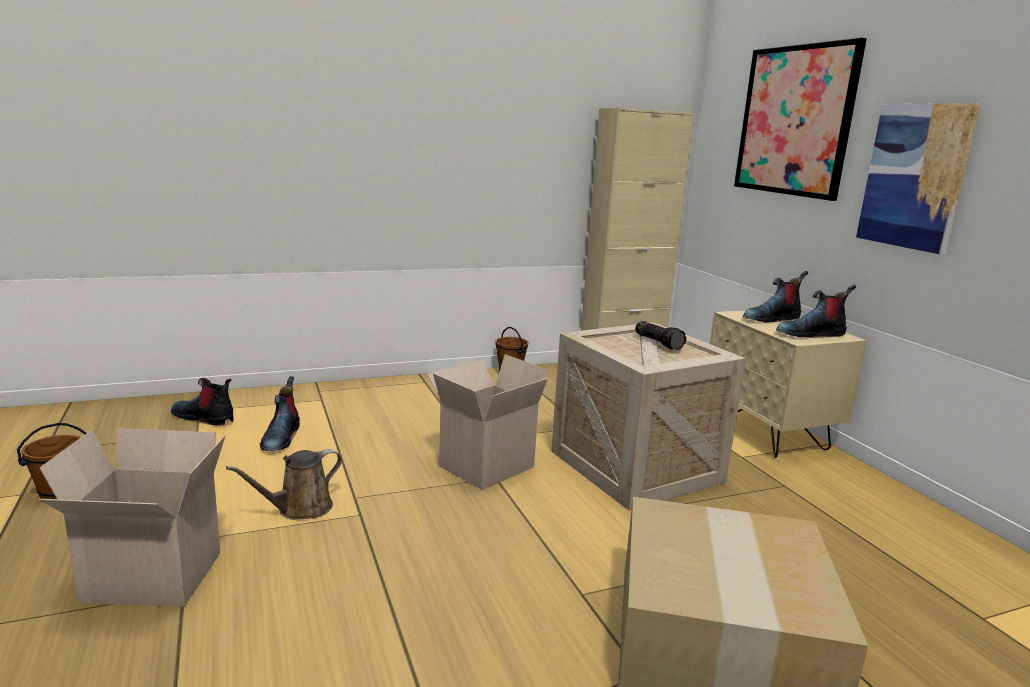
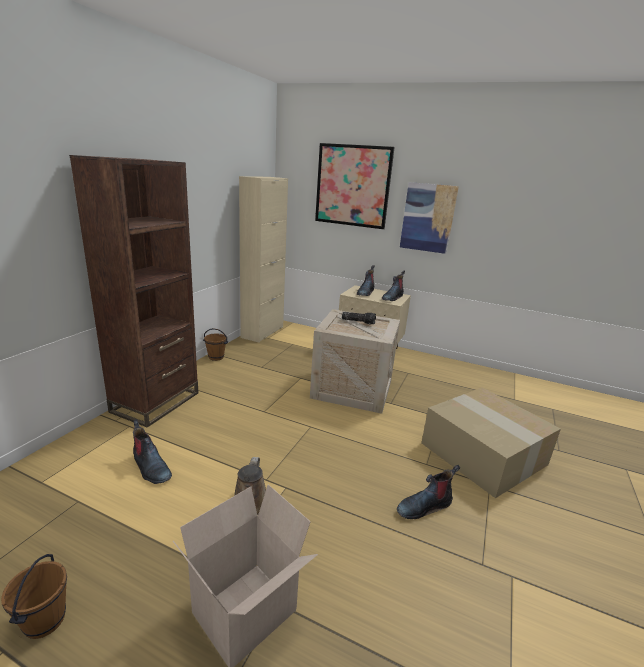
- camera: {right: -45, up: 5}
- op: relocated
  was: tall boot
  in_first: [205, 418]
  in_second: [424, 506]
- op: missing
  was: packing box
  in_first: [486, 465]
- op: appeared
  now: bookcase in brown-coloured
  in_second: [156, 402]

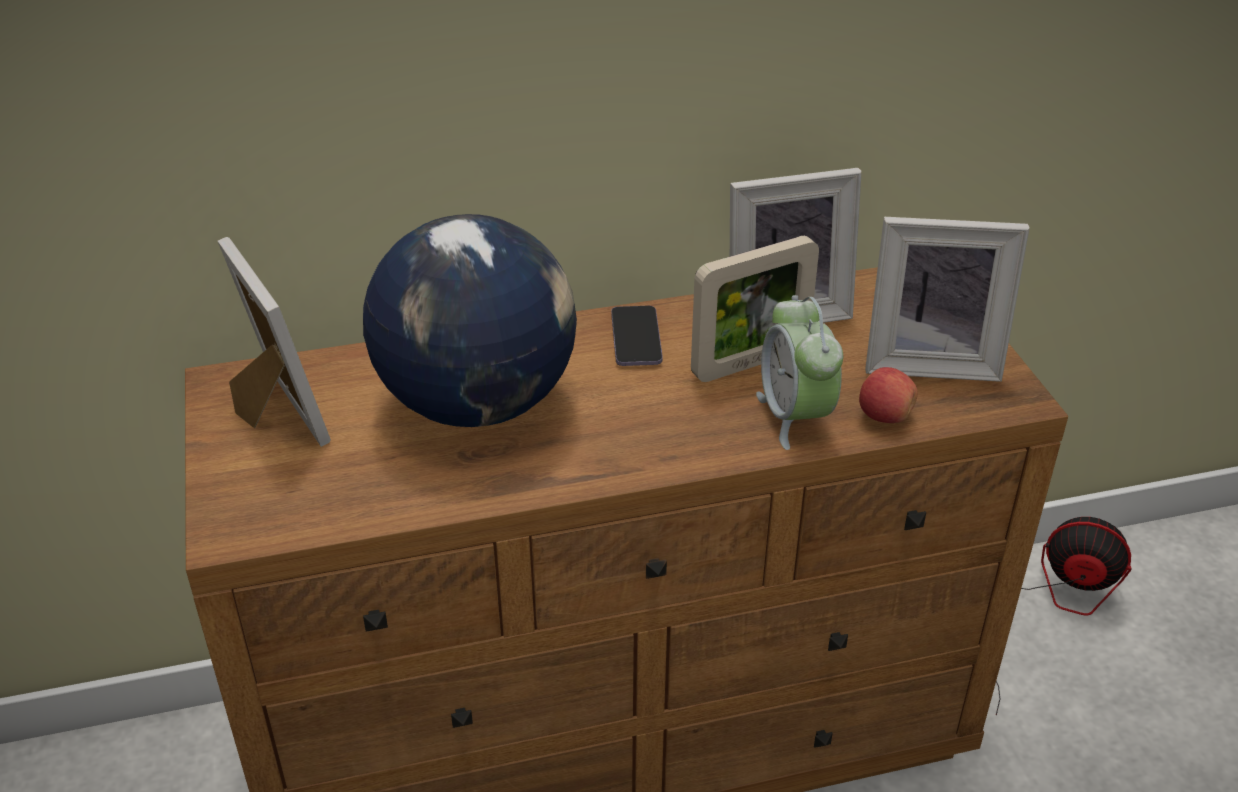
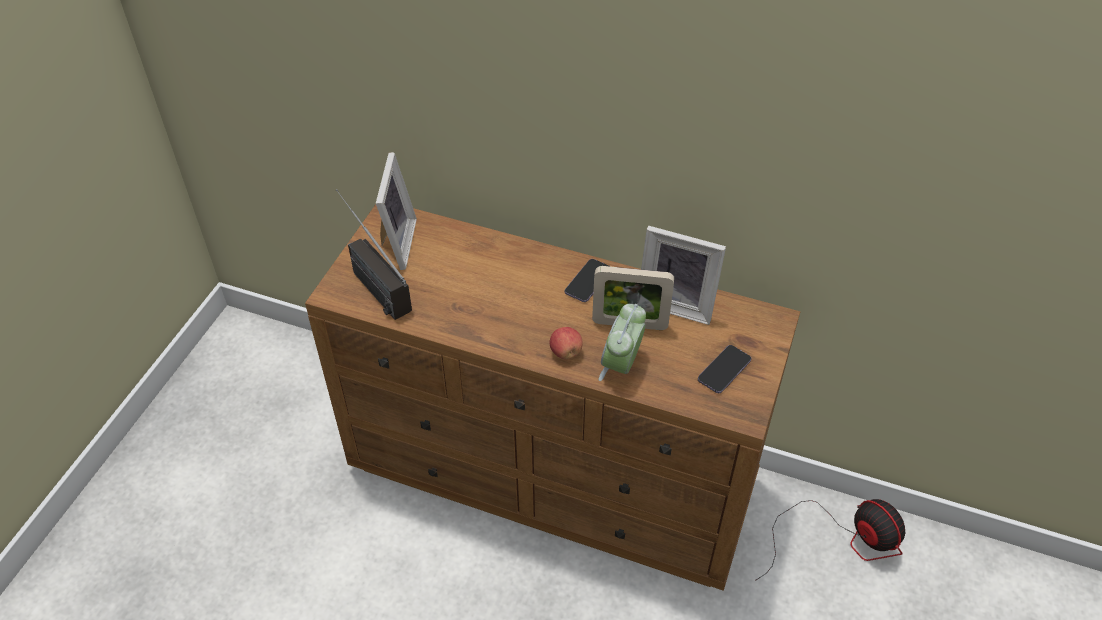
- camera: {right: 35, up: 10}
- op: missing
  was: globe
  in_first: [479, 403]
- op: relocated
  was: whole apple
  in_first: [884, 416]
  in_second: [565, 352]
- op: exchanged
  was: standing frame
  now: phone
  in_first: [930, 361]
  in_second: [724, 370]
- op: appeared
  now: radio receiver
  in_second: [369, 280]

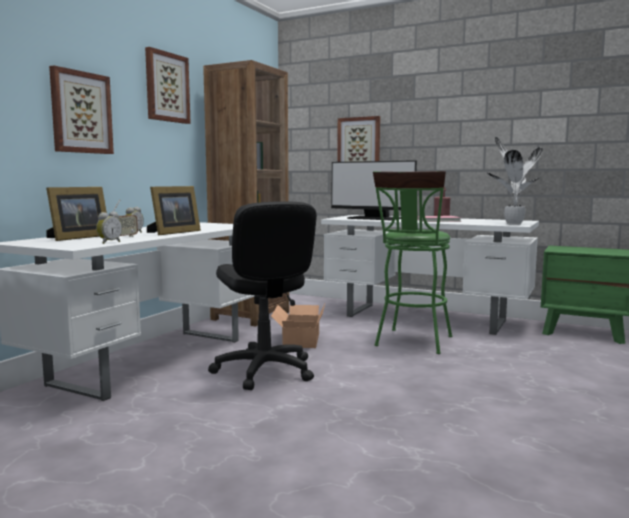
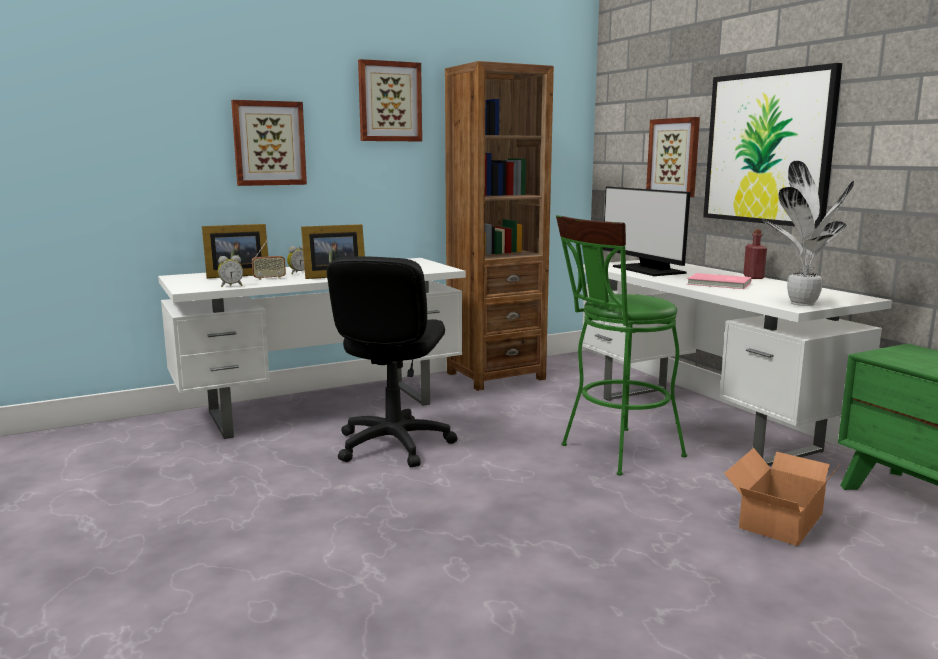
- camera: {right: 35, up: 5}
- op: relocated
  was: packing box
  in_first: [299, 340]
  in_second: [776, 520]
- op: appeared
  now: wall picture
  in_second: [768, 148]

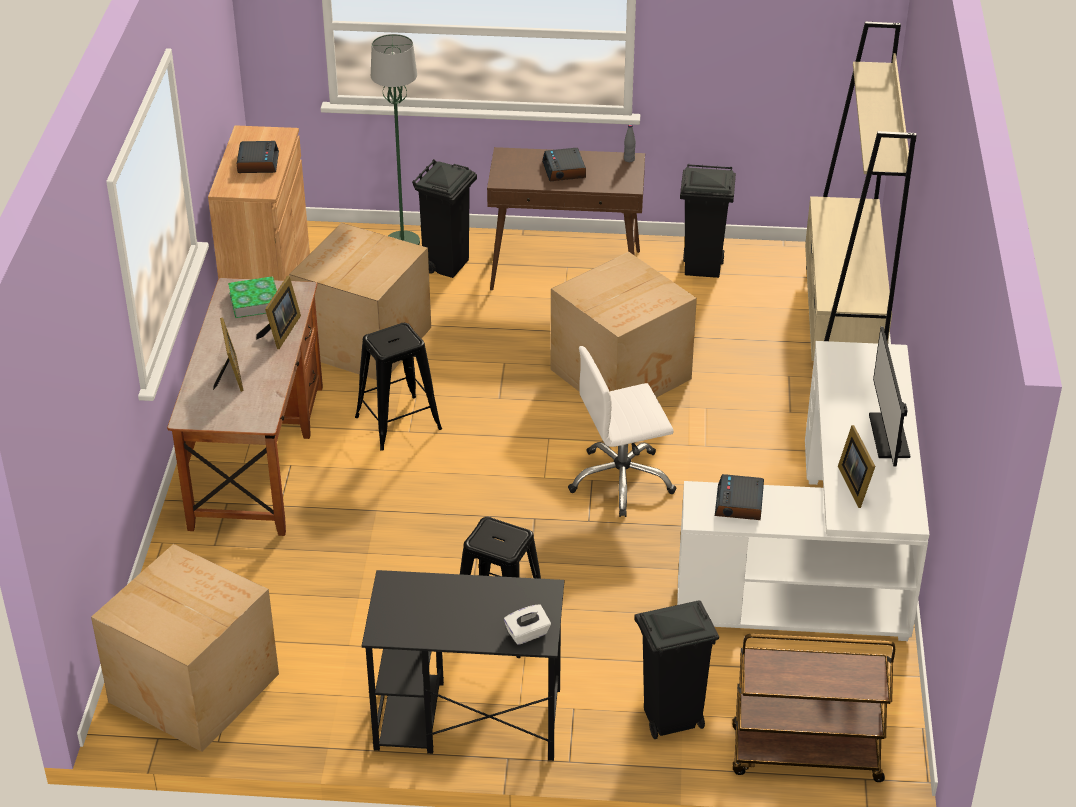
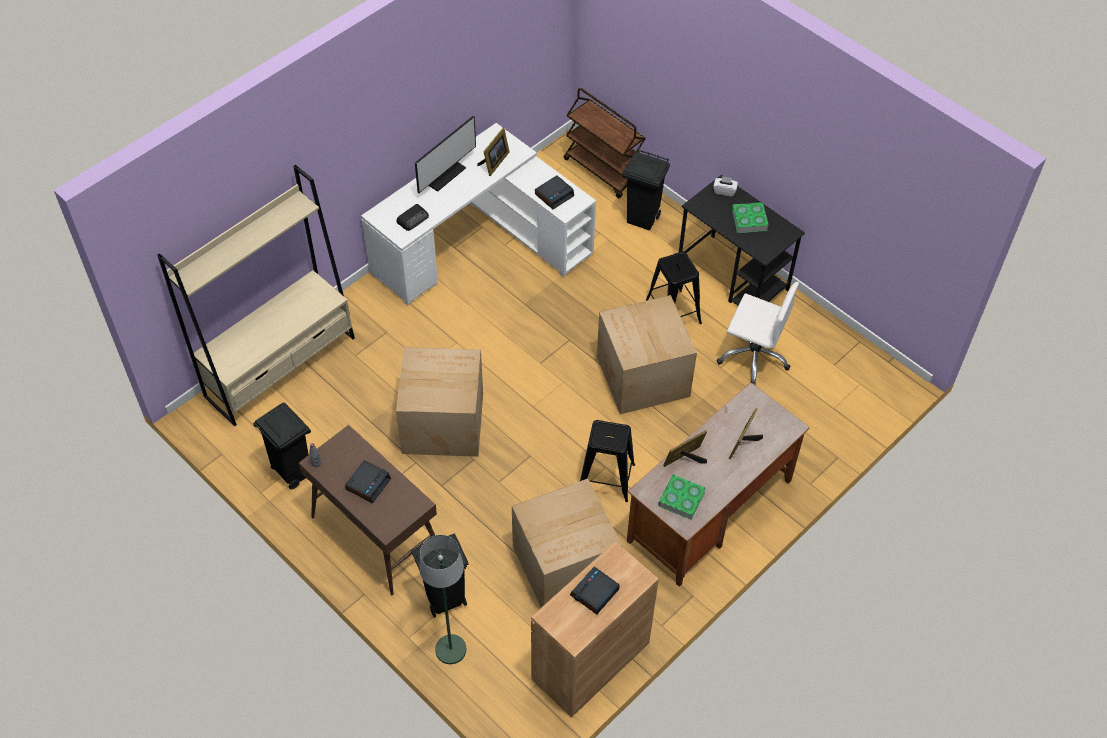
- camera: {right: -140, up: 15}
- op: relocated
  was: packing box
  in_first: [194, 686]
  in_second: [642, 377]
- op: relocated
  was: computer chair in white
  in_first: [621, 481]
  in_second: [753, 356]
- op: appeared
  now: radio receiver
  in_second: [413, 219]
- op: appeared
  now: volume
  in_second: [749, 220]

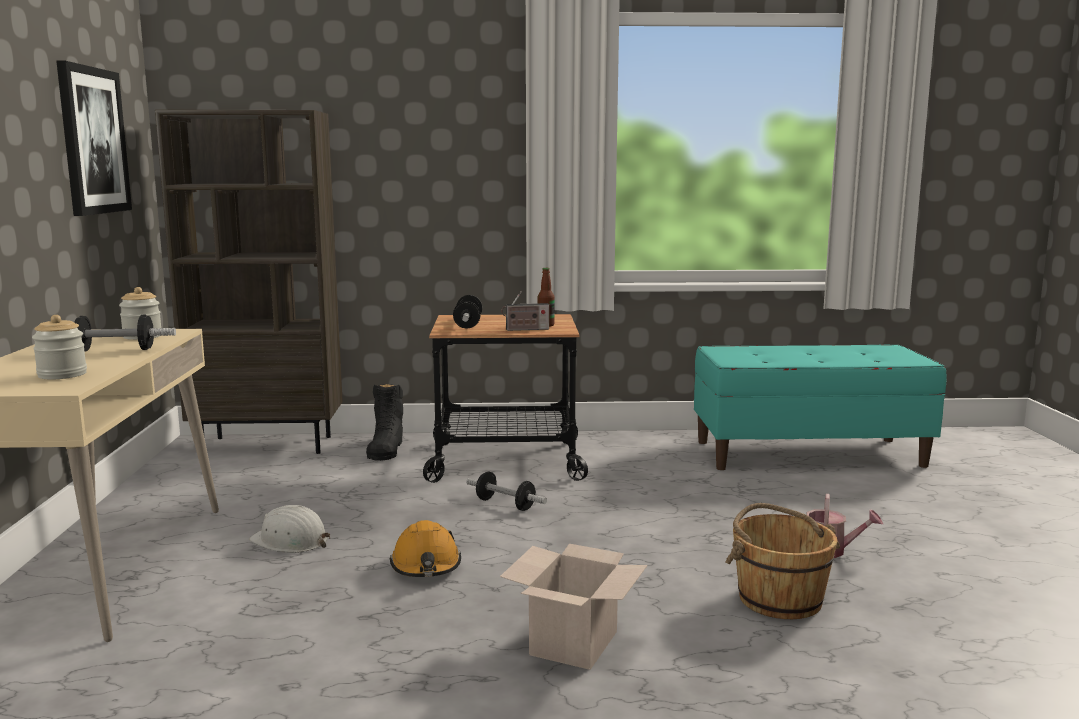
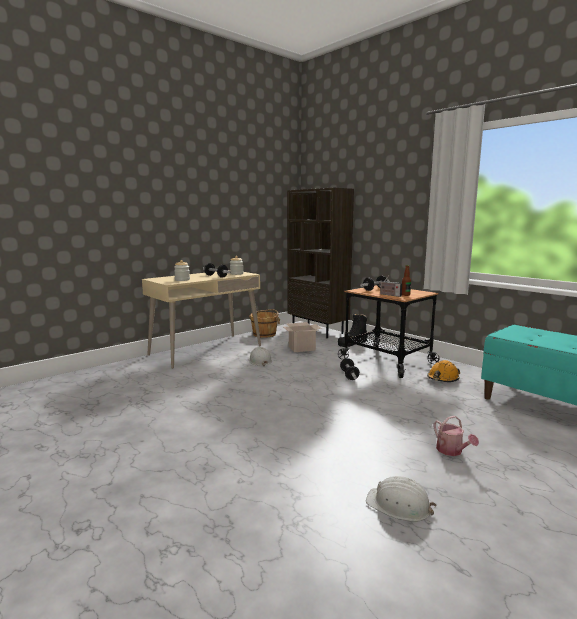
- camera: {right: 50, up: 0}
- op: missing
  was: wall picture
  in_first: [93, 141]
- op: relocated
  was: work helmet in orange-coloured
  in_first: [426, 566]
  in_second: [443, 379]
- op: relocated
  was: packing box
  in_first: [573, 641]
  in_second: [302, 348]
- op: relocated
  was: pail in brown-coloured
  in_first: [779, 598]
  in_second: [265, 334]
- op: appeared
  now: work helmet in white
  in_second: [399, 505]

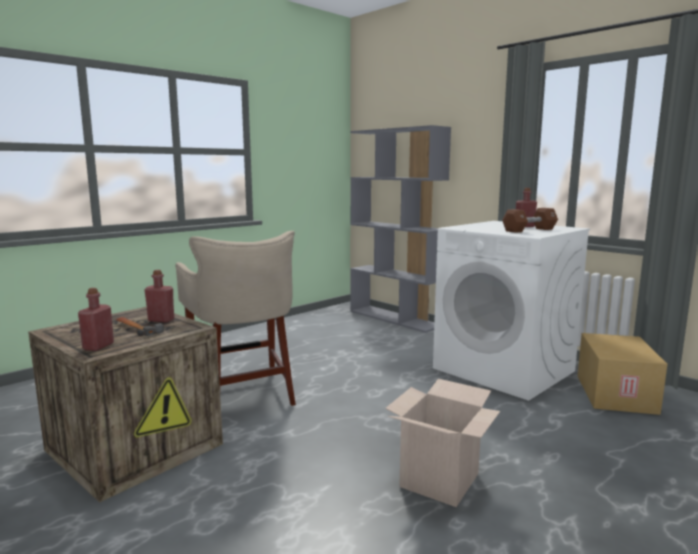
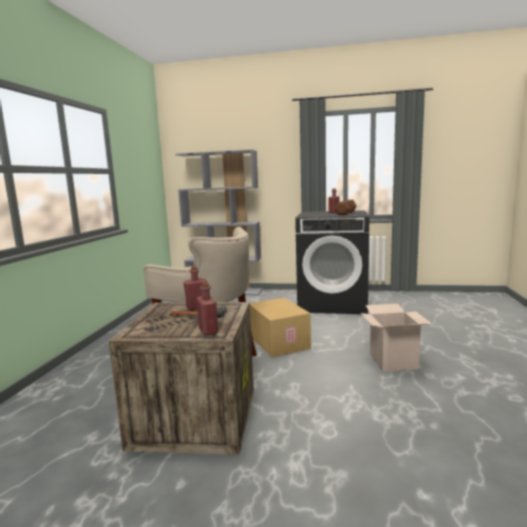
- camera: {right: -35, up: 0}
- op: colour
  was: laundry appliance in white
  now: laundry appliance in black
  in_first: [504, 370]
  in_second: [333, 303]
- op: relocated
  was: packing box
  in_first: [613, 393]
  in_second: [277, 342]

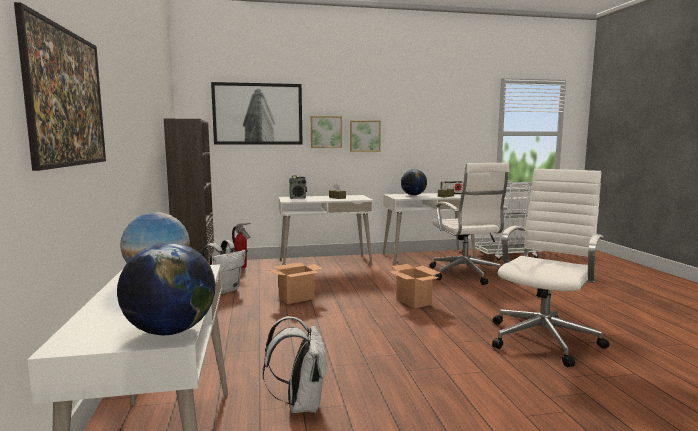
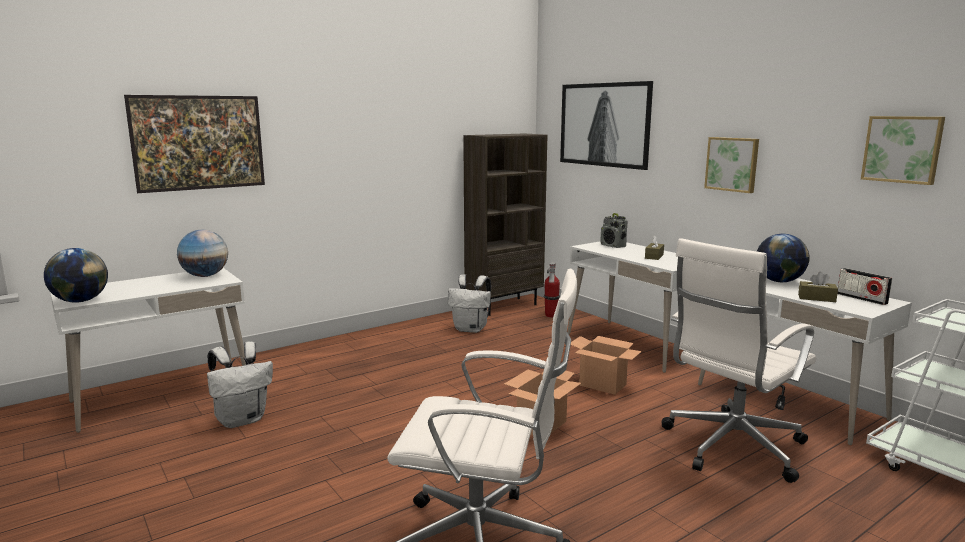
- camera: {right: 65, up: 5}
- op: relocated
  was: packing box
  in_first: [296, 298]
  in_second: [603, 385]
- op: relocated
  was: wall picture
  in_first: [326, 132]
  in_second: [902, 149]

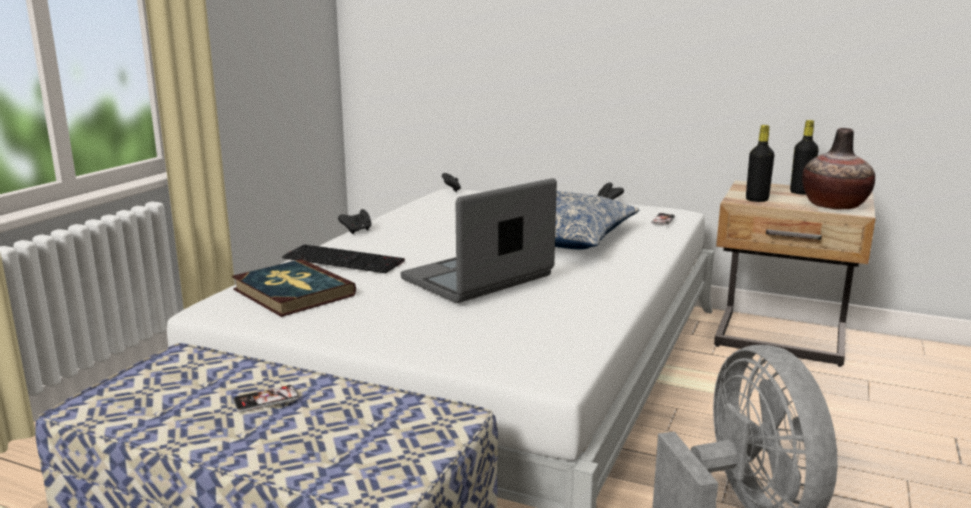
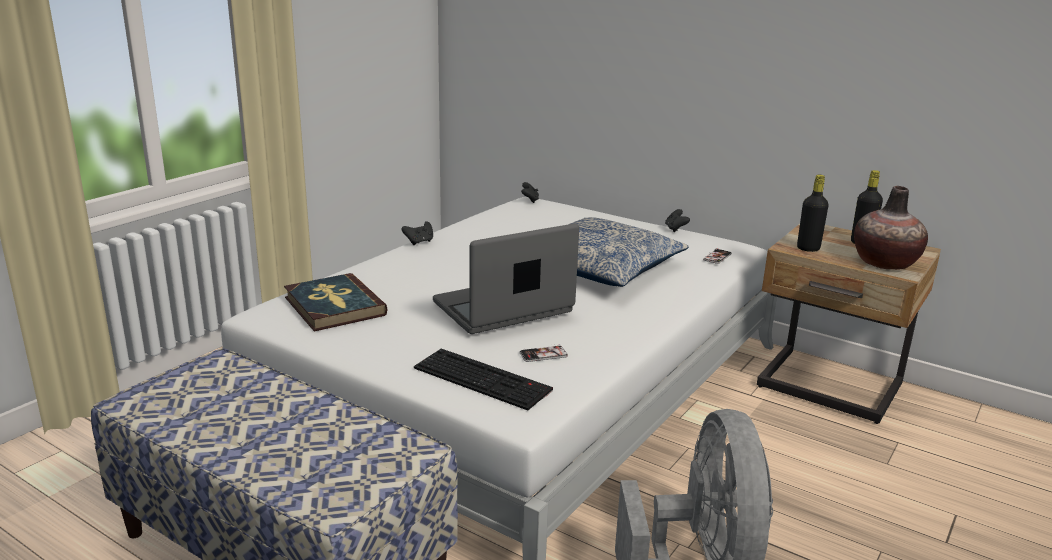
- camera: {right: 10, up: 5}
- op: relocated
  was: phone
  in_first: [266, 400]
  in_second: [543, 355]
- op: relocated
  was: keyboard
  in_first: [345, 259]
  in_second: [484, 379]

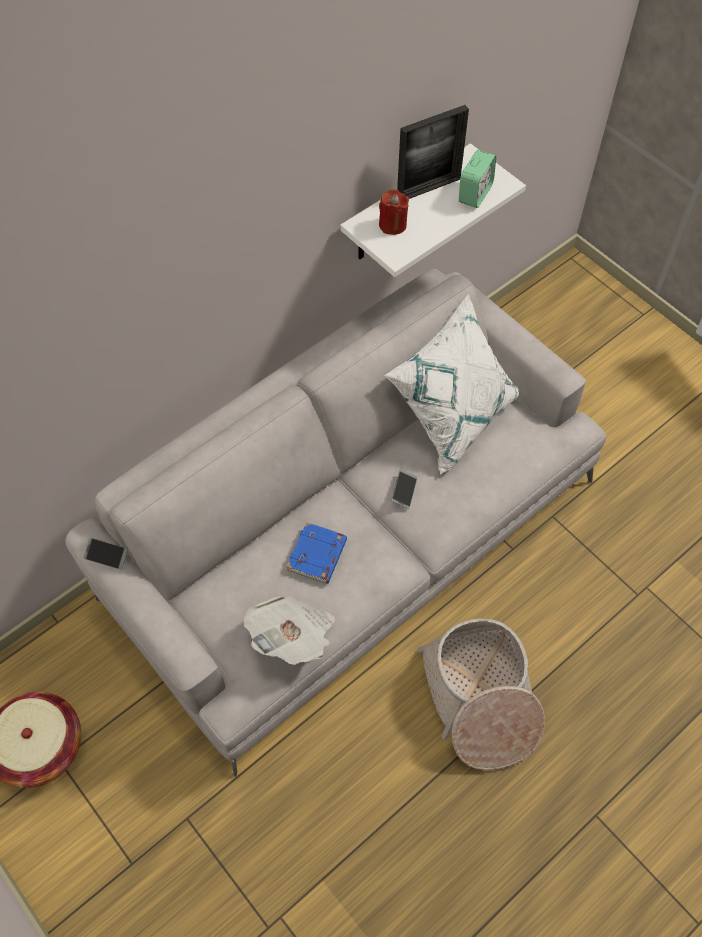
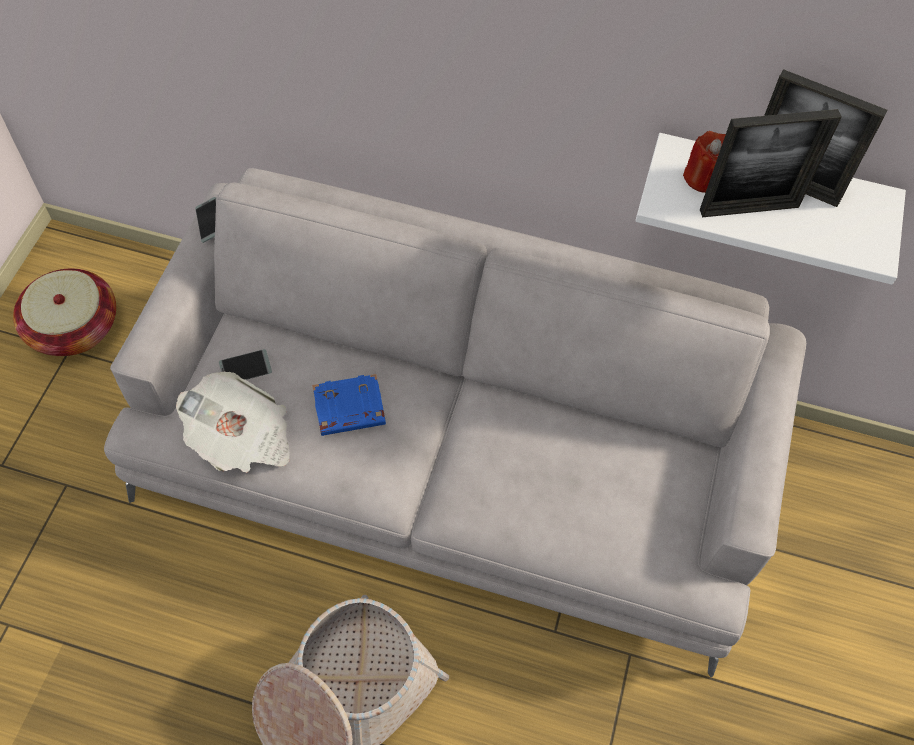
- camera: {right: 55, up: 0}
- op: missing
  was: throw pillow in white
  in_first: [452, 415]
- op: relocated
  was: phone
  in_first: [404, 491]
  in_second: [246, 370]
- op: missing
  was: table clock
  in_first: [475, 194]
- op: appeared
  now: standing frame
  in_second: [749, 208]

